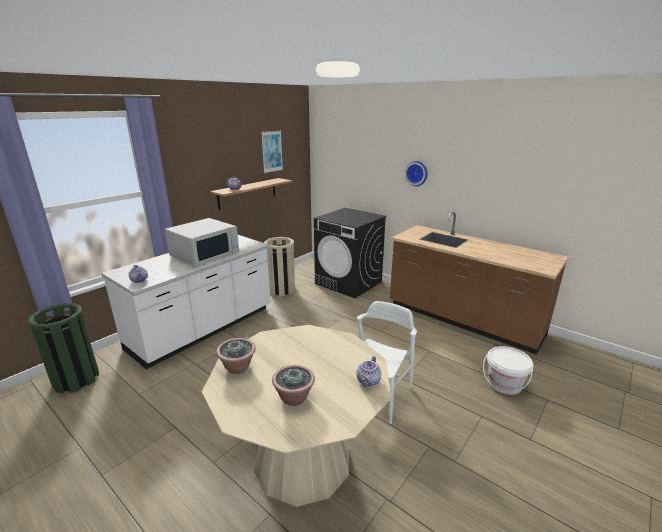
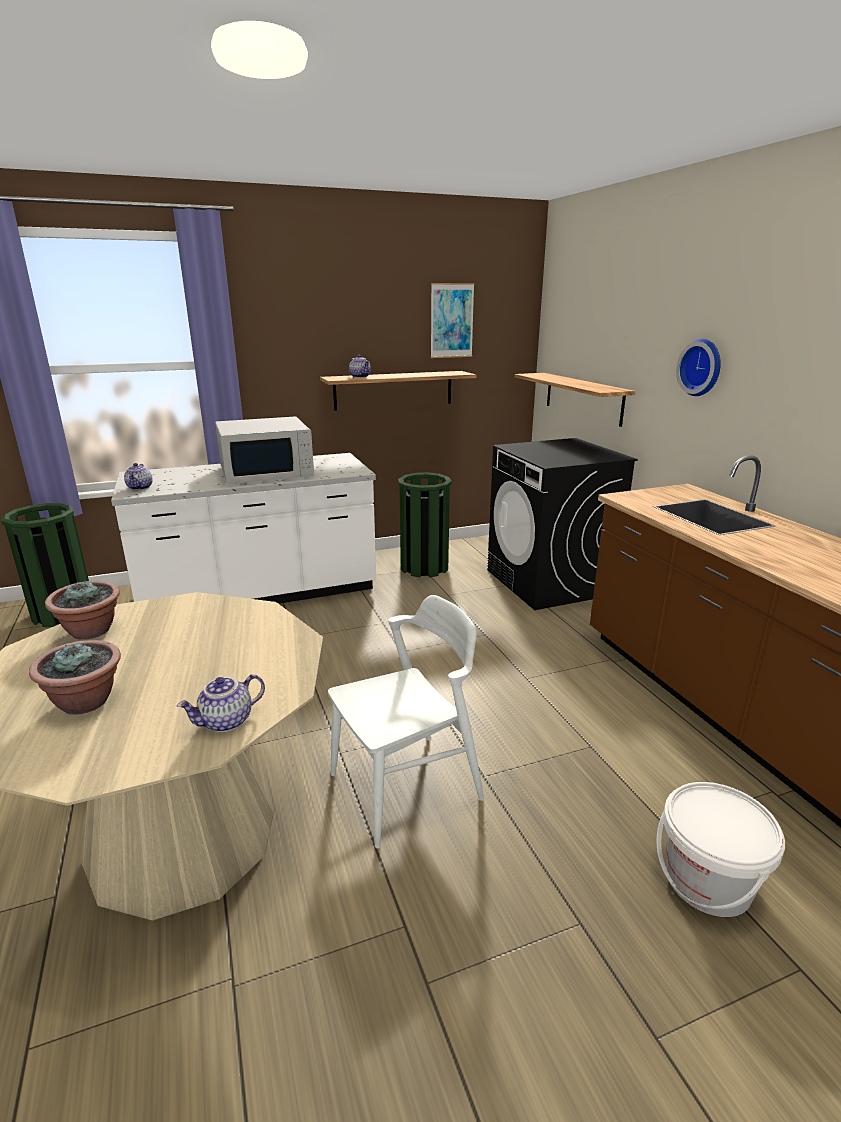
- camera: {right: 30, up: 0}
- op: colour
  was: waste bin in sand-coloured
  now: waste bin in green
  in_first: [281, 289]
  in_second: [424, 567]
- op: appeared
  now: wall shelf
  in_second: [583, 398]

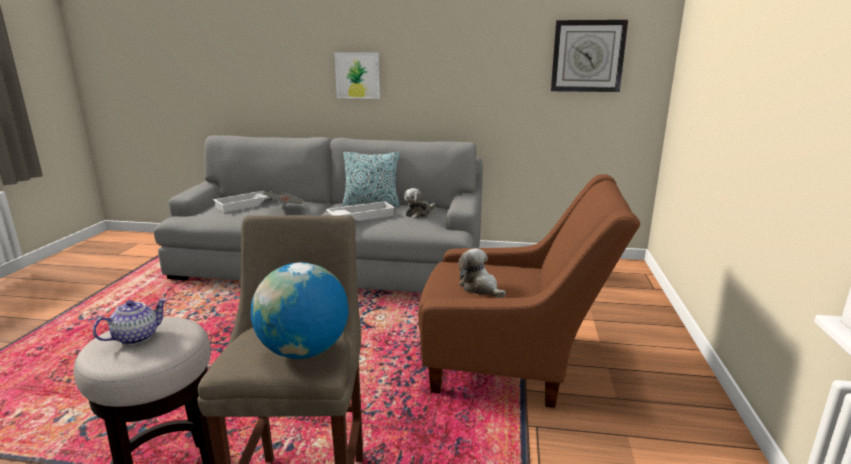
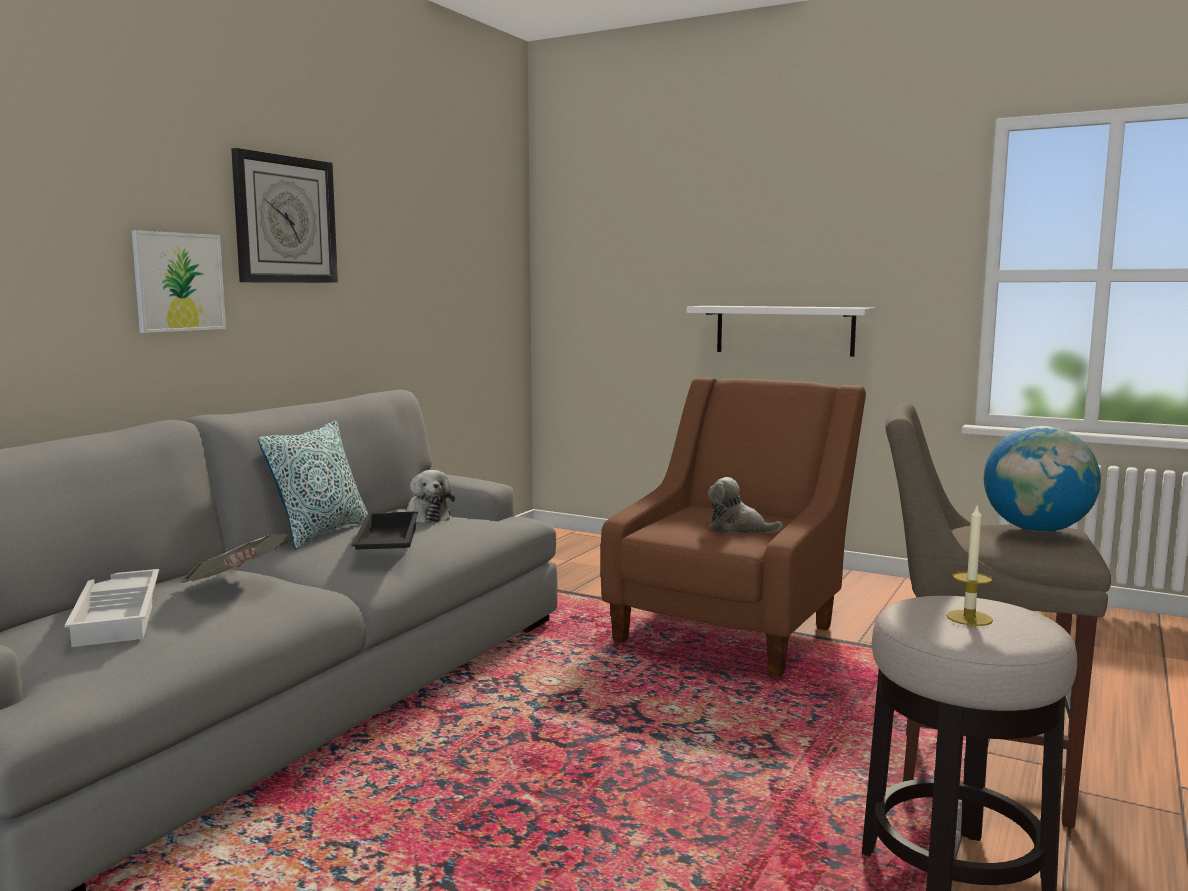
- camera: {right: -70, up: -10}
- op: exchanged
  was: pot for tea
  now: wax candle
  in_first: [136, 337]
  in_second: [969, 618]
- op: colour
  was: carrying tray in white
  now: carrying tray in black
  in_first: [361, 216]
  in_second: [385, 543]
- op: spun
  was: cuddly toy
  in_first: [480, 288]
  in_second: [738, 528]
  clockwise: 45
- op: relocated
  was: clock on the wall
  in_first: [587, 56]
  in_second: [285, 220]
- op: appeared
  now: wall shelf in white
  in_second: [784, 330]

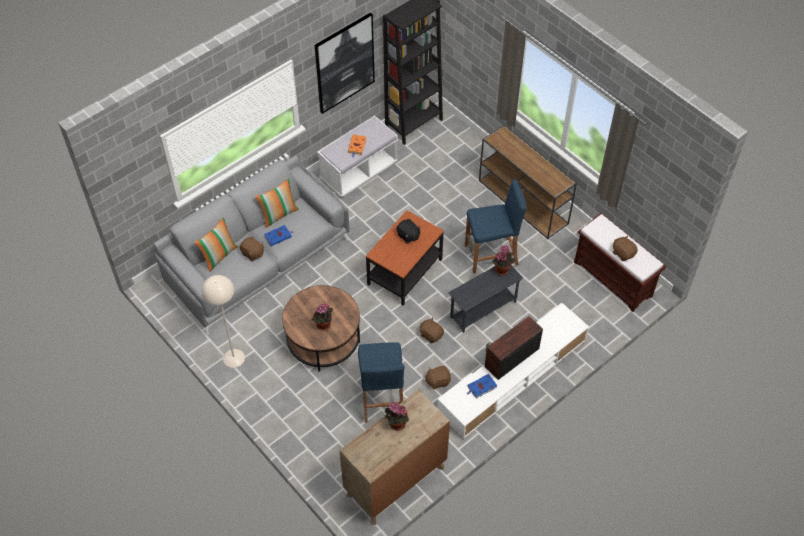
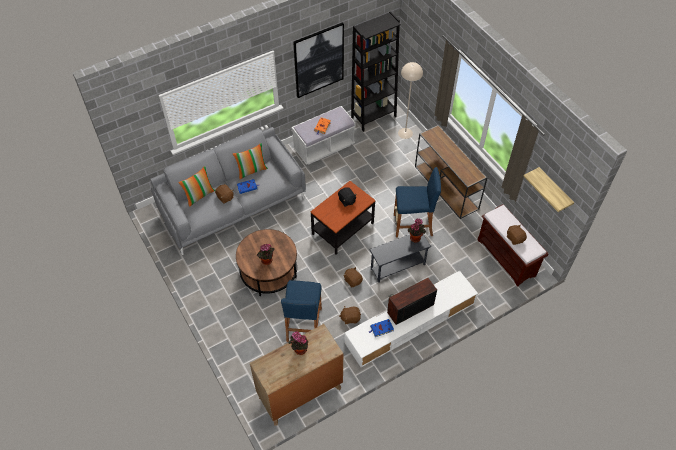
- camera: {right: 10, up: 0}
- op: relocated
  was: floor lamp in sand-coloured
  in_first: [234, 358]
  in_second: [405, 133]
- op: appeared
  now: wall shelf
  in_second: [554, 190]

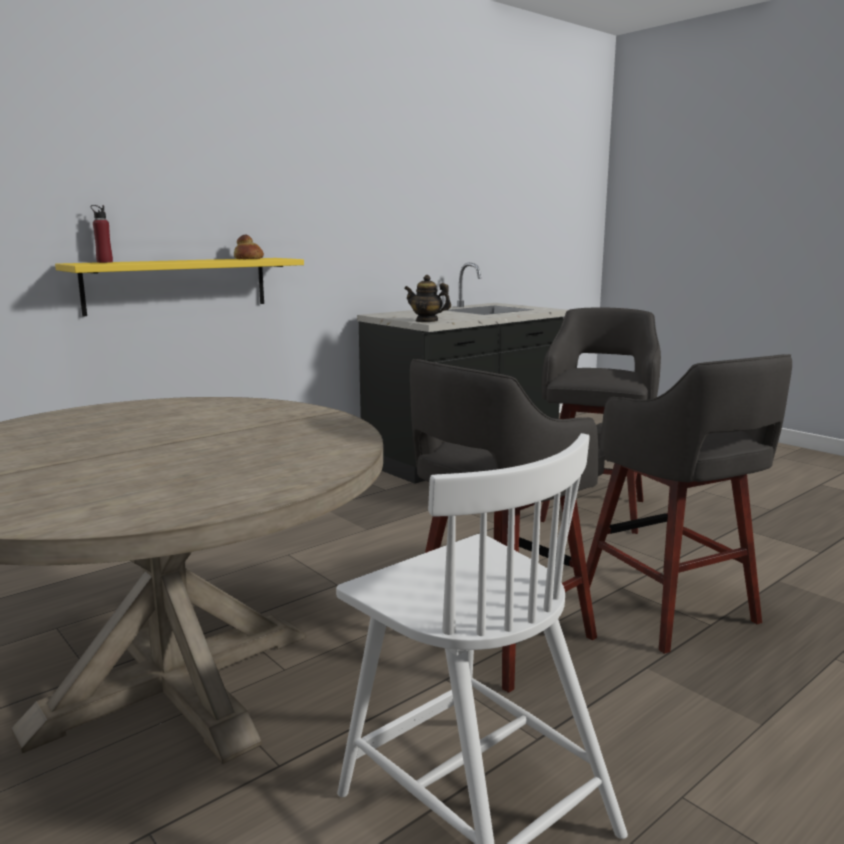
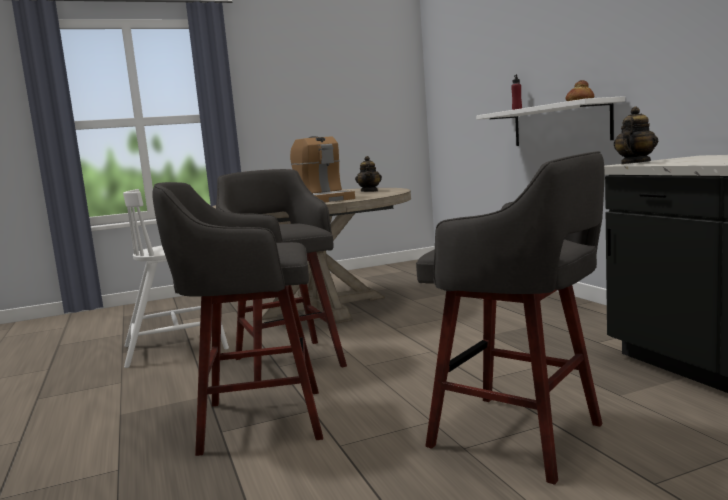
- camera: {right: 110, up: -5}
- op: colour
  was: wall shelf in yellowish
  now: wall shelf in white
  in_first: [178, 285]
  in_second: [559, 124]
- op: appeared
  now: coffee machine
  in_second: [323, 199]
- op: appeared
  now: pot for tea
  in_second: [369, 191]

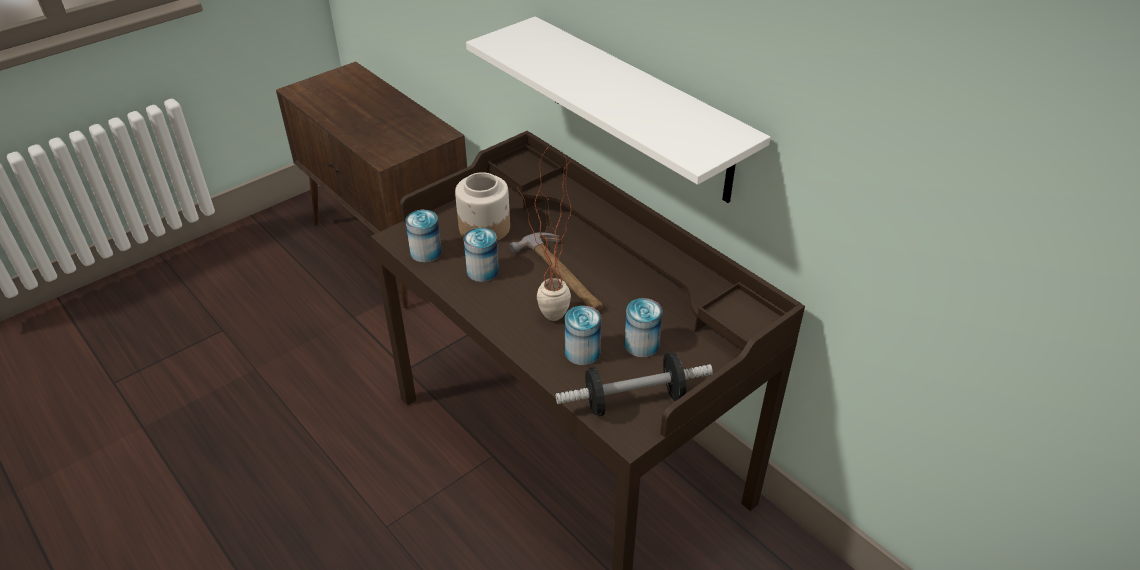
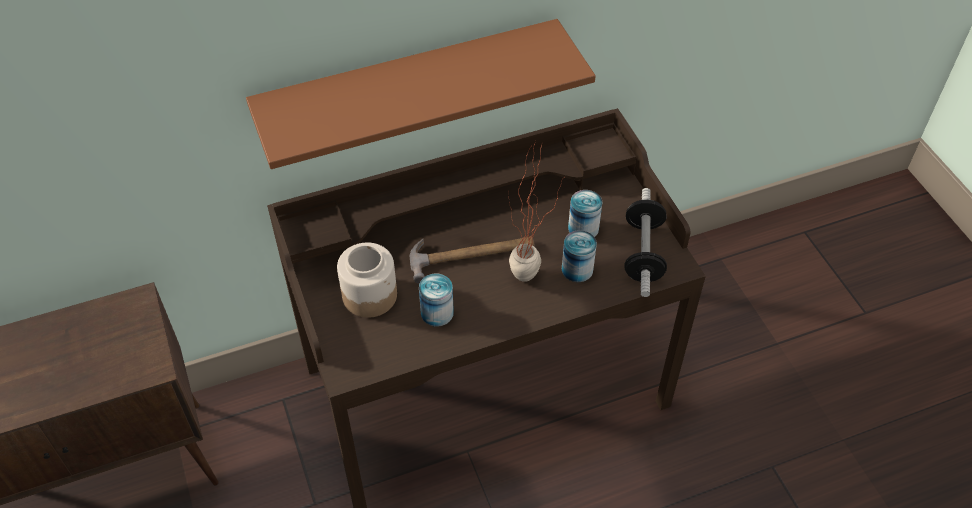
- camera: {right: -70, up: 10}
- op: missing
  was: metal can
  in_first: [426, 252]
- op: colour
  was: wall shelf in white
  now: wall shelf in brown-coloured
  in_first: [638, 109]
  in_second: [409, 89]

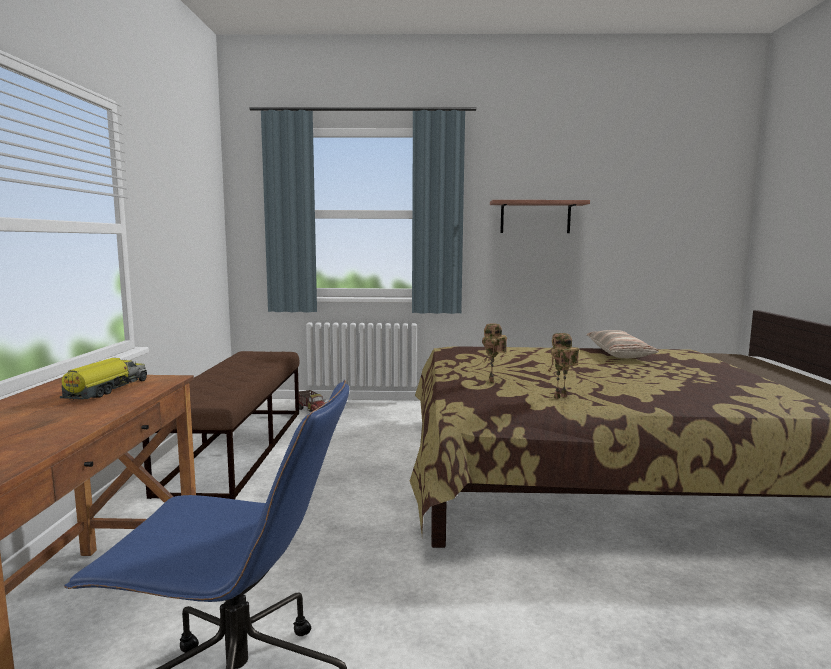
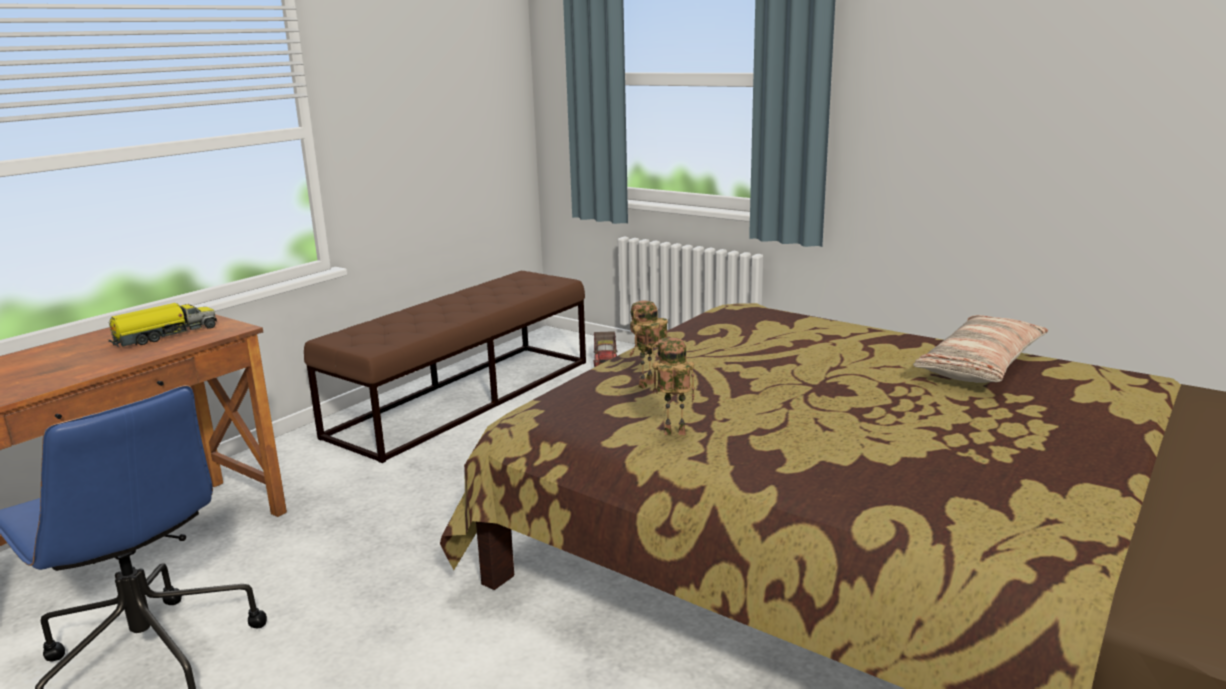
- camera: {right: 35, up: 10}
- op: missing
  was: wall shelf
  in_first: [535, 217]

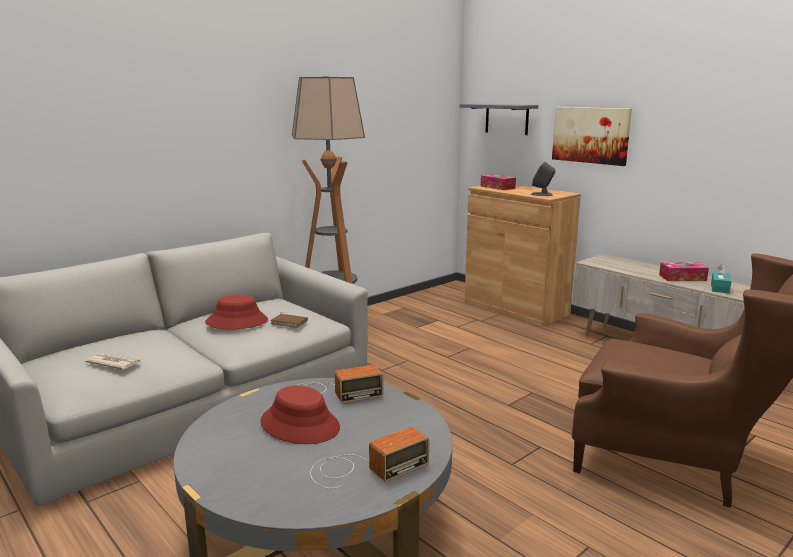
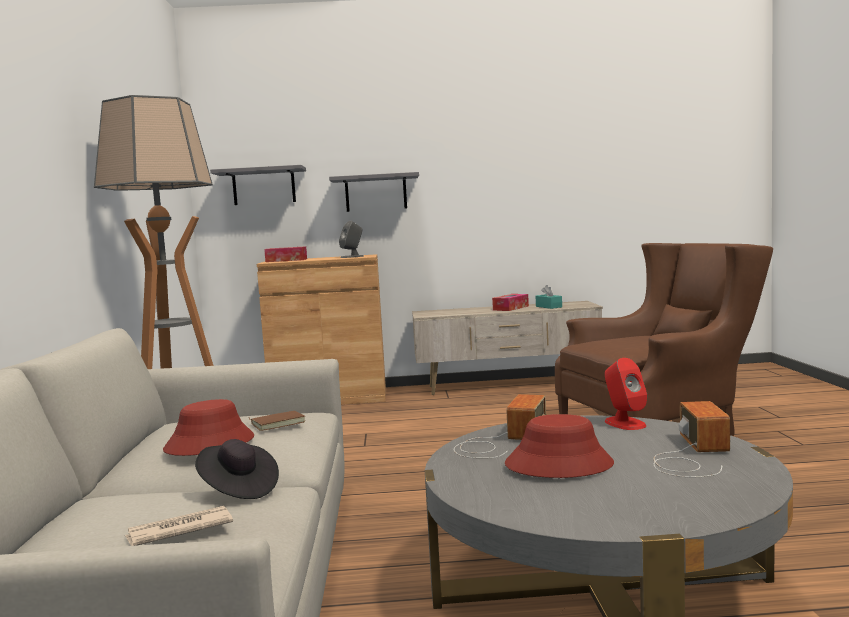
- camera: {right: -50, up: -10}
- op: exchanged
  was: wall picture
  now: wall shelf in gray
  in_first: [591, 135]
  in_second: [376, 193]
- op: appeared
  now: hat in black
  in_second: [238, 489]
- op: appeared
  now: audio speaker in red-coloured
  in_second: [624, 423]

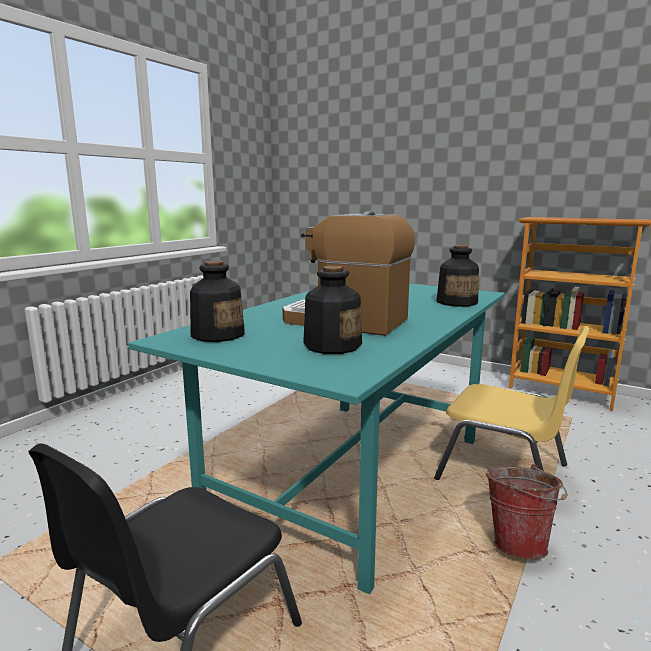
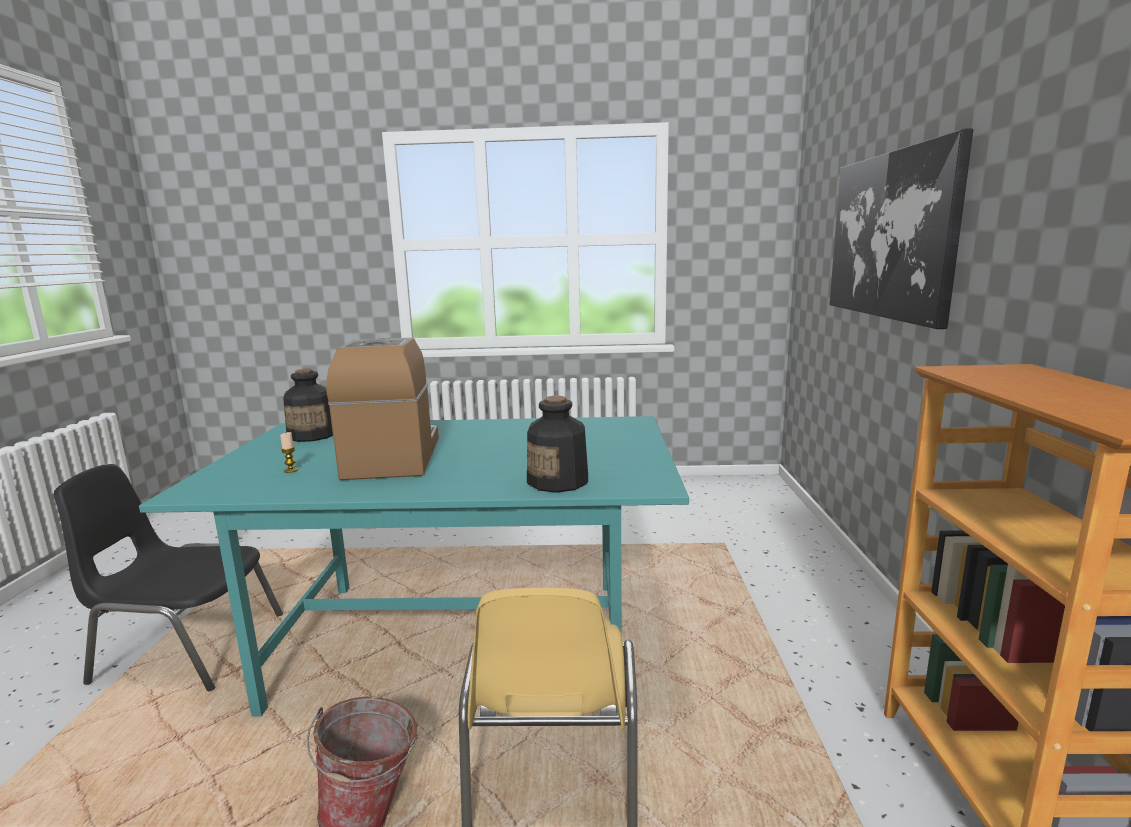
- camera: {right: 60, up: 0}
- op: exchanged
  was: bottle
  now: wax candle
  in_first: [332, 345]
  in_second: [291, 470]
- op: appeared
  now: wall picture
  in_second: [890, 235]

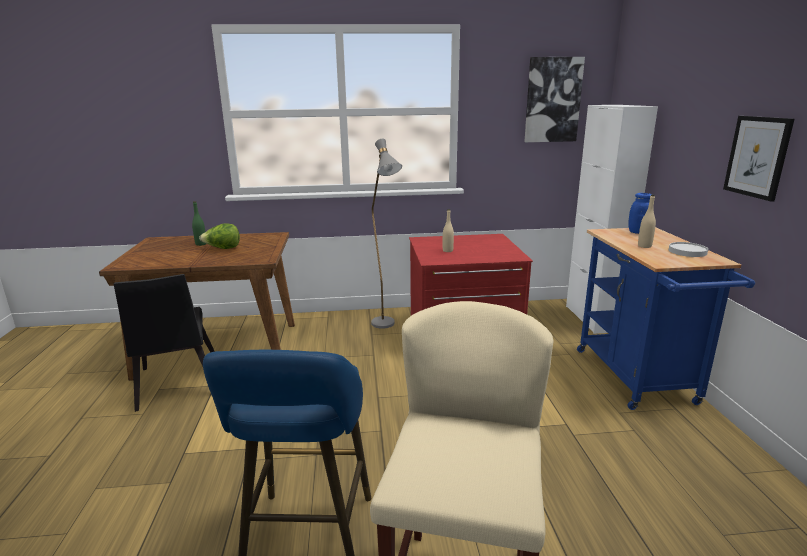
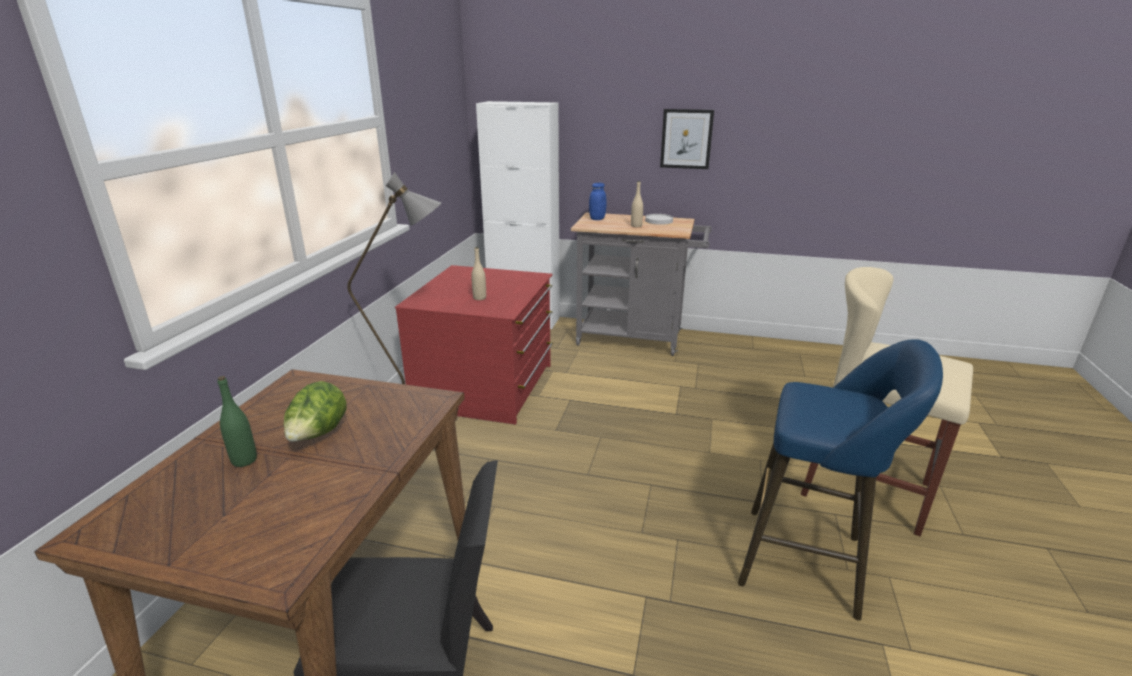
- camera: {right: -70, up: 5}
- op: missing
  was: wall picture
  in_first: [552, 100]
- op: colour
  was: wheeled cart in blue-coloured
  now: wheeled cart in gray
  in_first: [639, 380]
  in_second: [636, 339]

